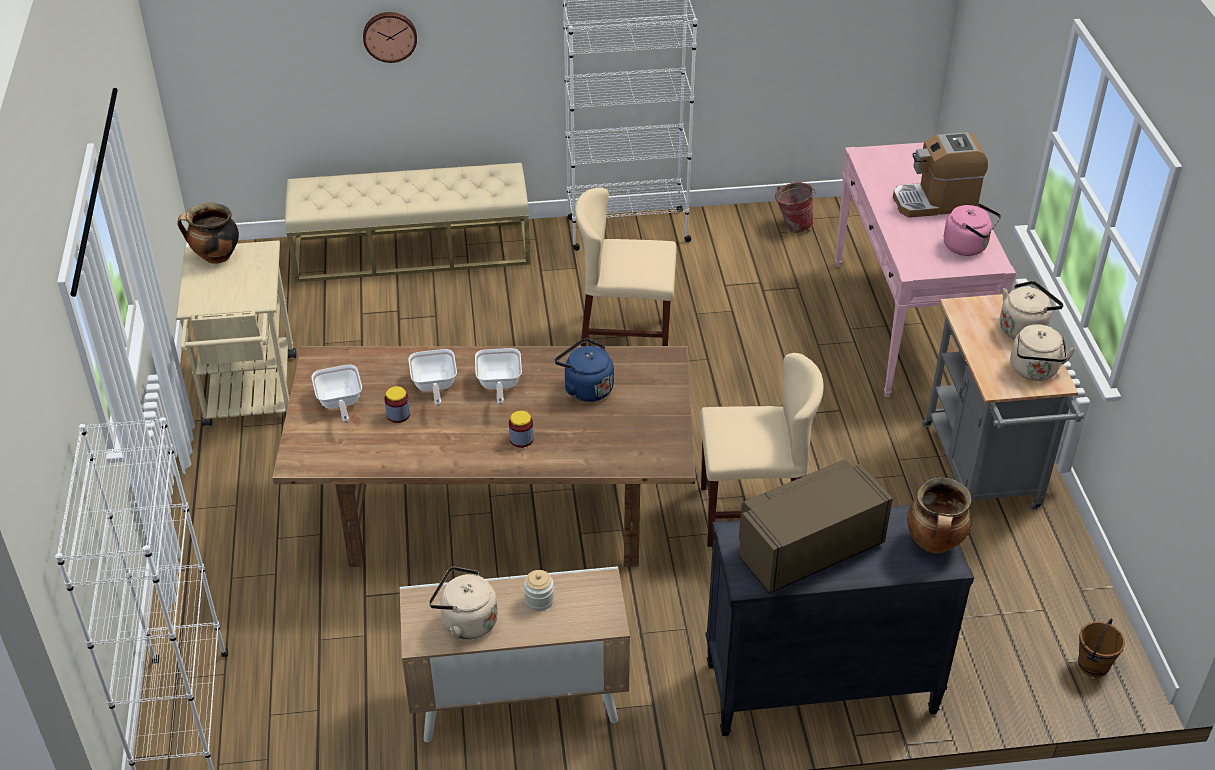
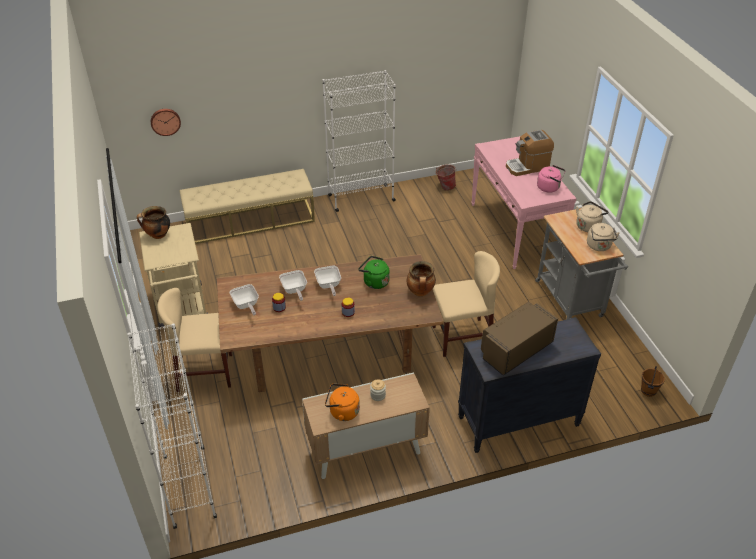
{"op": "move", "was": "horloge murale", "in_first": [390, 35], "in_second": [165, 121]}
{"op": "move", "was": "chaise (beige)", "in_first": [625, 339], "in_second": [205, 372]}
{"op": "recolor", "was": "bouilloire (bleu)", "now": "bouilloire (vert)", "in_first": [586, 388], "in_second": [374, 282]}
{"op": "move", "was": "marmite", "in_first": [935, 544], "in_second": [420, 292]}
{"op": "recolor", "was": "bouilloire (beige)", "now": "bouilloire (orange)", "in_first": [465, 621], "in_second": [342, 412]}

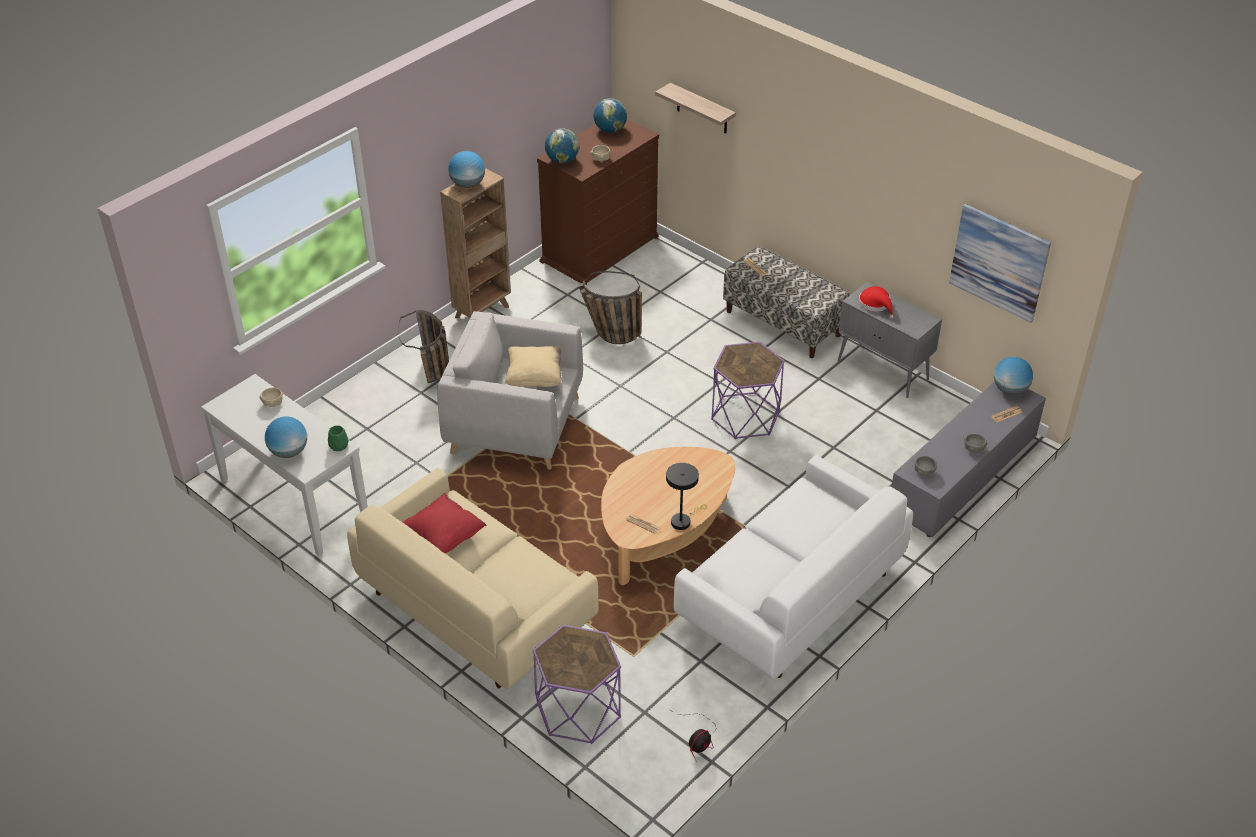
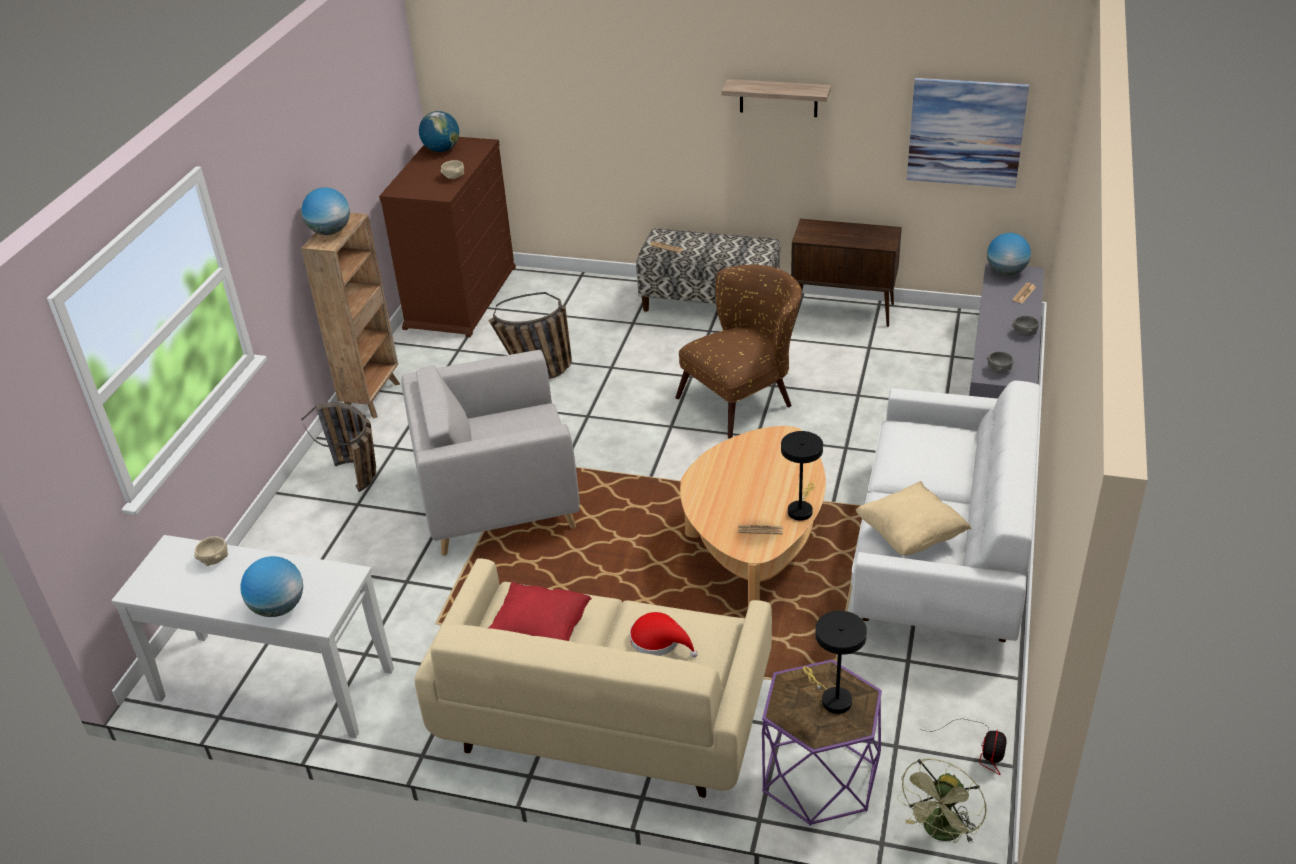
{"op": "move", "was": "étagère", "in_first": [702, 109], "in_second": [778, 98]}
{"op": "delete", "was": "globe", "in_first": [562, 161]}
{"op": "recolor", "was": "meuble de rangement (gris)", "now": "meuble de rangement (marron)", "in_first": [883, 370], "in_second": [844, 311]}
{"op": "move", "was": "chapeau (rouge)", "in_first": [876, 304], "in_second": [659, 640]}
{"op": "replace", "was": "table d'appoint (violet)", "now": "fauteuil (marron)", "in_first": [745, 416], "in_second": [744, 398]}
{"op": "move", "was": "coussin (beige)", "in_first": [534, 378], "in_second": [910, 536]}
{"op": "delete", "was": "vase (vert)", "in_first": [338, 446]}
{"op": "insert", "now": "lampe de table (noir)", "in_second": [832, 698]}
{"op": "insert", "now": "ventilateur (vert)", "in_second": [940, 833]}

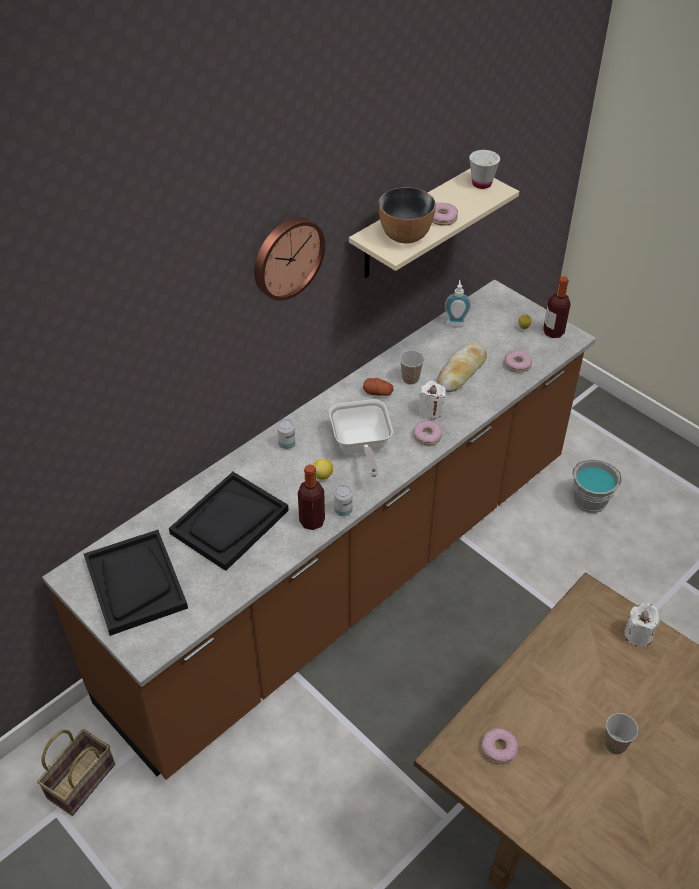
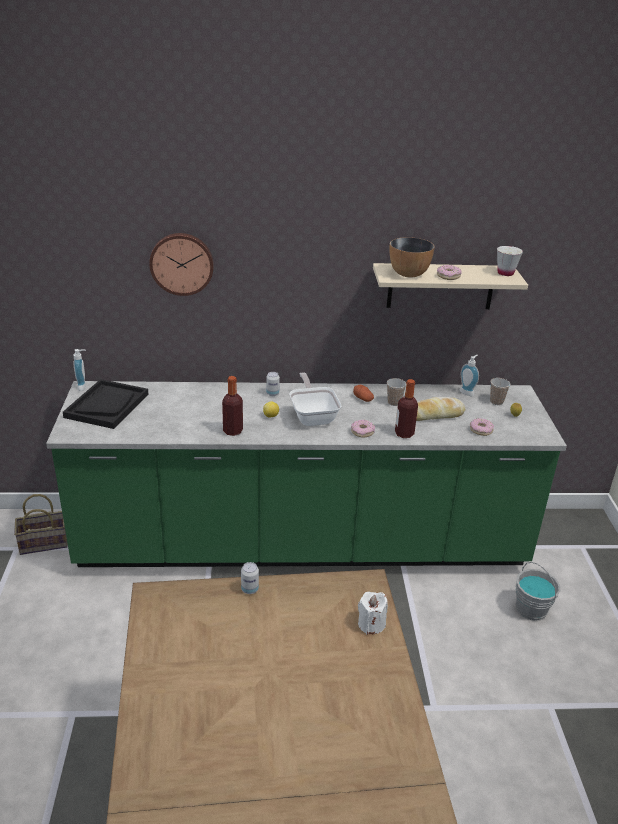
{"op": "move", "was": "horloge murale", "in_first": [286, 257], "in_second": [182, 263]}
{"op": "move", "was": "bouteille", "in_first": [553, 332], "in_second": [404, 434]}
{"op": "recolor", "was": "comptoir de cuisine (marron)", "now": "comptoir de cuisine (vert)", "in_first": [349, 576], "in_second": [303, 545]}
{"op": "delete", "was": "bougie (blanc)", "in_first": [431, 411]}
{"op": "rotate", "was": "poêle", "in_first": [361, 447], "in_second": [313, 416], "clockwise": 135}
{"op": "delete", "was": "plateau (noir)", "in_first": [229, 522]}
{"op": "move", "was": "boîte métallique", "in_first": [343, 510], "in_second": [250, 589]}
{"op": "move", "was": "tasse", "in_first": [615, 744], "in_second": [496, 402]}
{"op": "delete", "was": "beignet", "in_first": [499, 749]}
{"op": "insert", "now": "distributeur de savon", "in_second": [83, 387]}

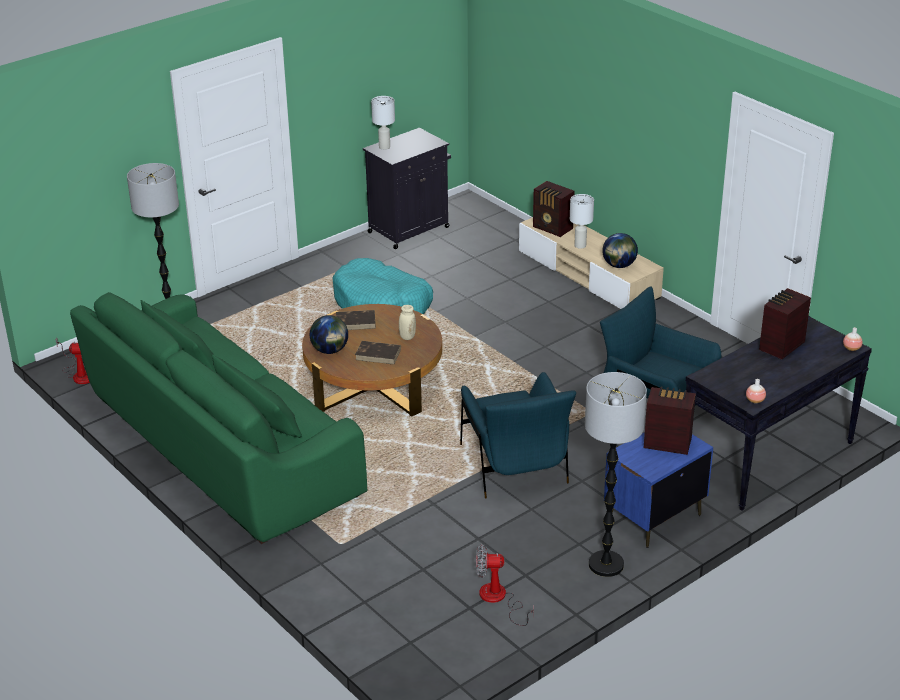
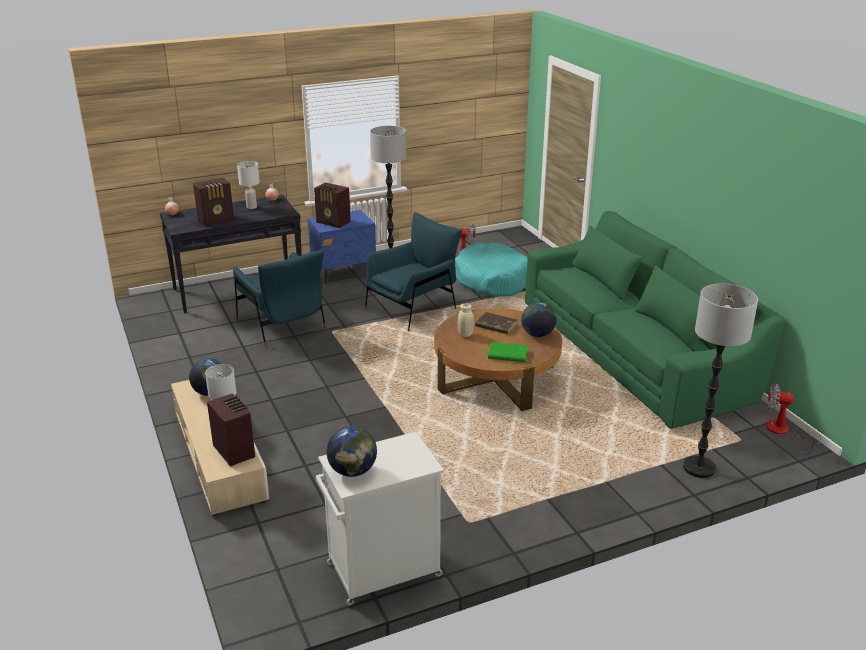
{"op": "move", "was": "lampe de table (blanc)", "in_first": [384, 147], "in_second": [251, 207]}
{"op": "recolor", "was": "meuble de rangement (noir)", "now": "meuble de rangement (blanc)", "in_first": [410, 229], "in_second": [381, 570]}
{"op": "move", "was": "panier pour chien (turquoise)", "in_first": [382, 304], "in_second": [492, 280]}
{"op": "recolor", "was": "livre (marron)", "now": "livre (vert)", "in_first": [356, 322], "in_second": [507, 354]}
{"op": "rotate", "was": "fauteuil (bleu)", "in_first": [514, 466], "in_second": [413, 308], "clockwise": 45}
{"op": "insert", "now": "globe", "in_second": [353, 471]}

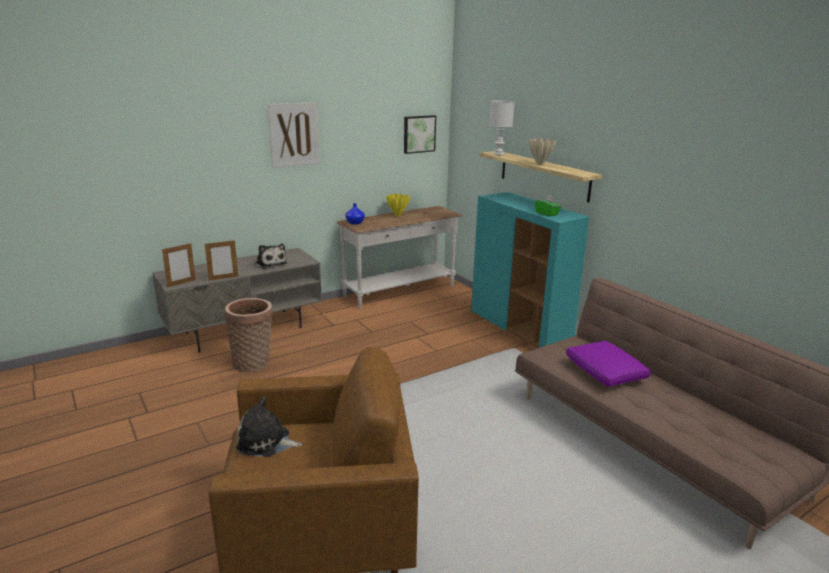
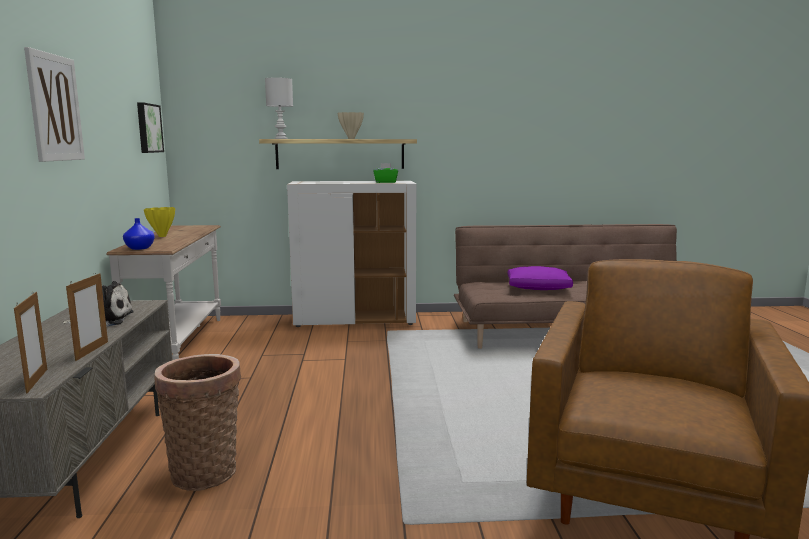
{"op": "recolor", "was": "meuble de rangement (turquoise)", "now": "meuble de rangement (blanc)", "in_first": [520, 328], "in_second": [355, 320]}
{"op": "delete", "was": "peluche", "in_first": [266, 442]}

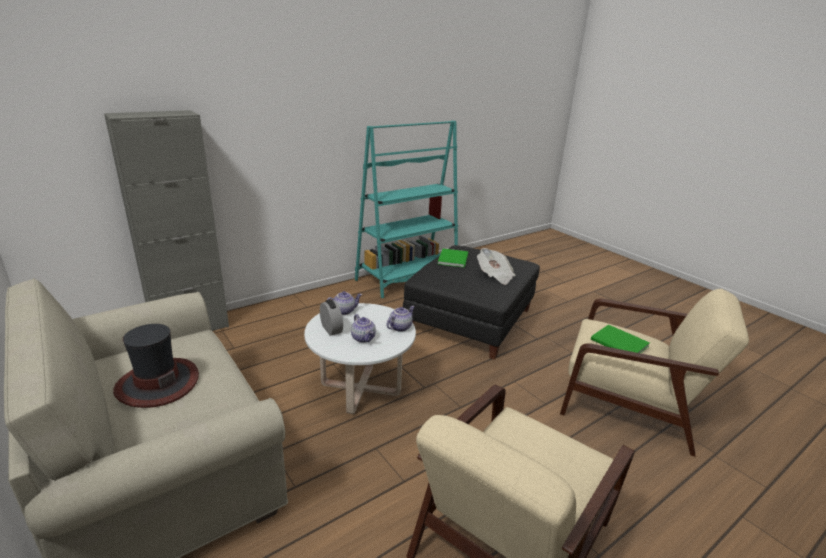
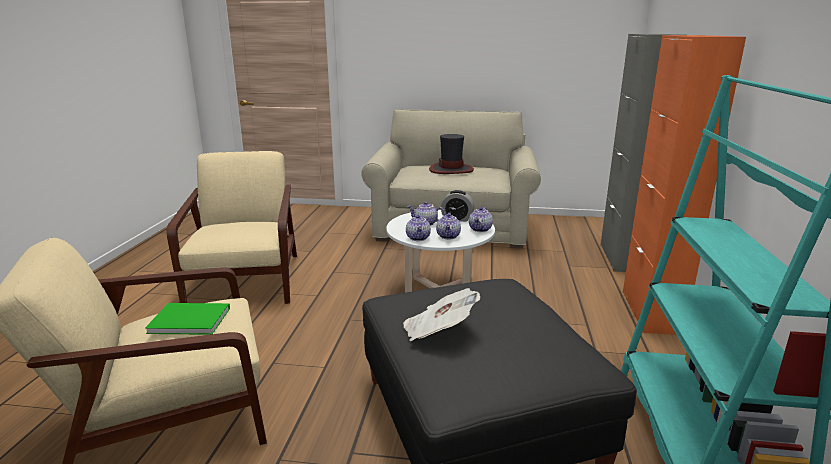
{"op": "delete", "was": "livre (vert)", "in_first": [454, 259]}
{"op": "insert", "now": "meuble de rangement (orange)", "in_second": [651, 312]}
{"op": "insert", "now": "théière", "in_second": [449, 236]}

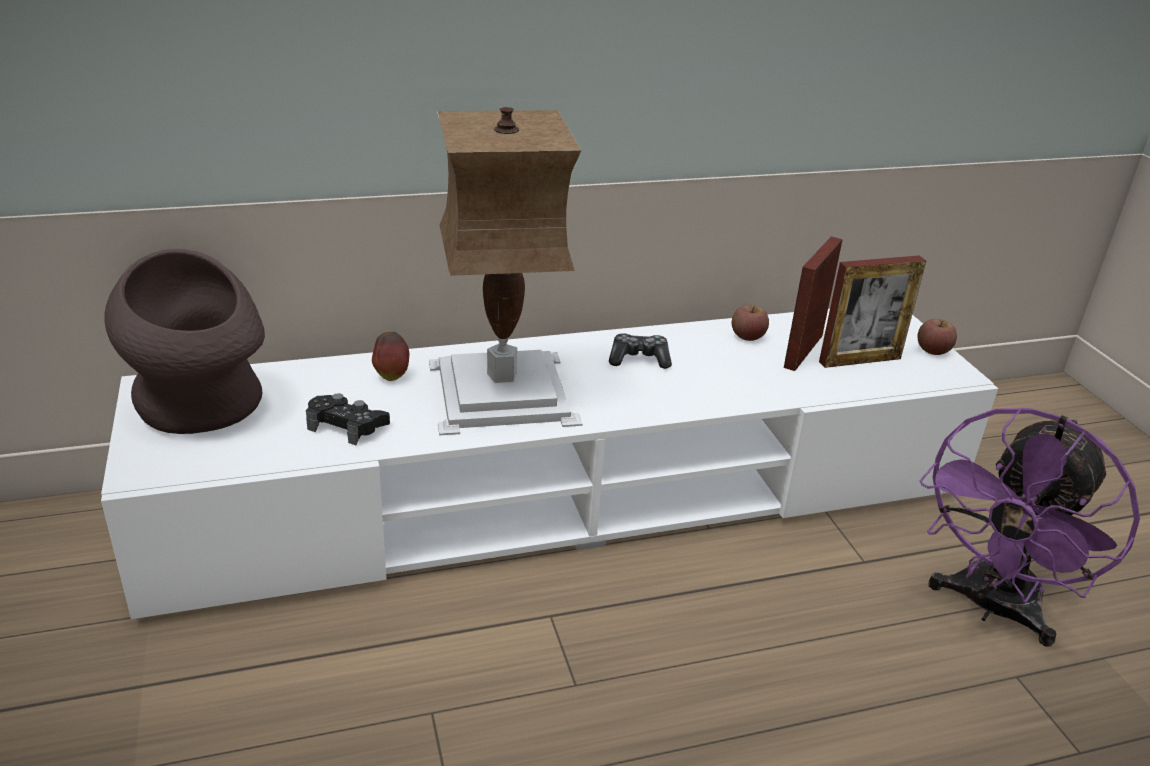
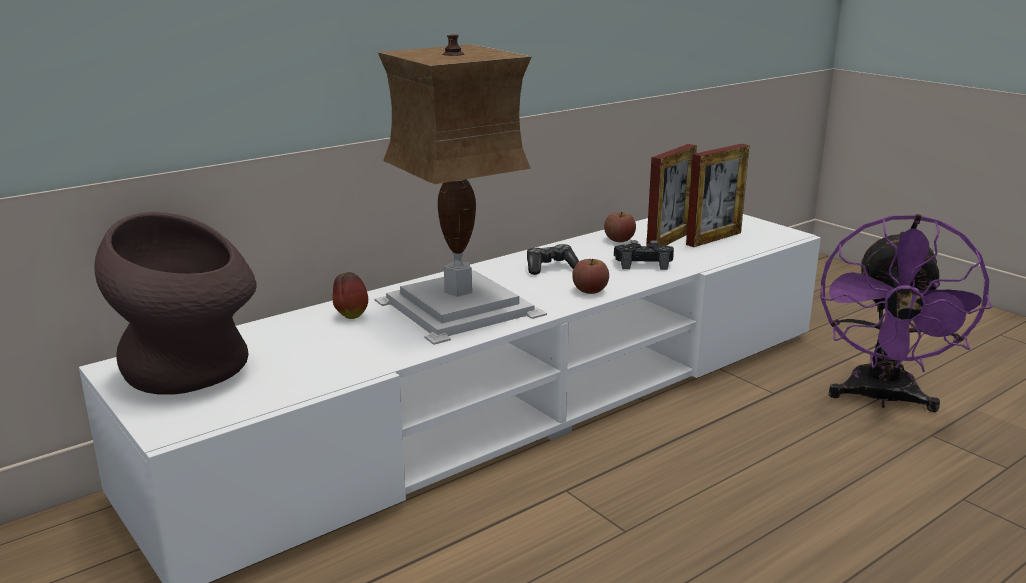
{"op": "rotate", "was": "cadre photo", "in_first": [803, 351], "in_second": [668, 240], "clockwise": -150}
{"op": "move", "was": "pomme", "in_first": [933, 350], "in_second": [590, 290]}
{"op": "move", "was": "manette (noir)", "in_first": [347, 425], "in_second": [643, 263]}

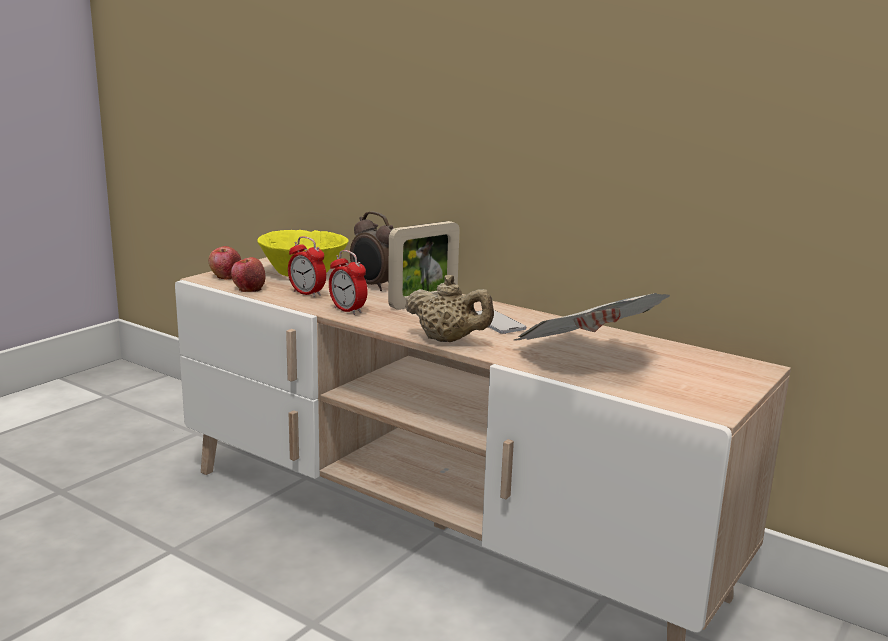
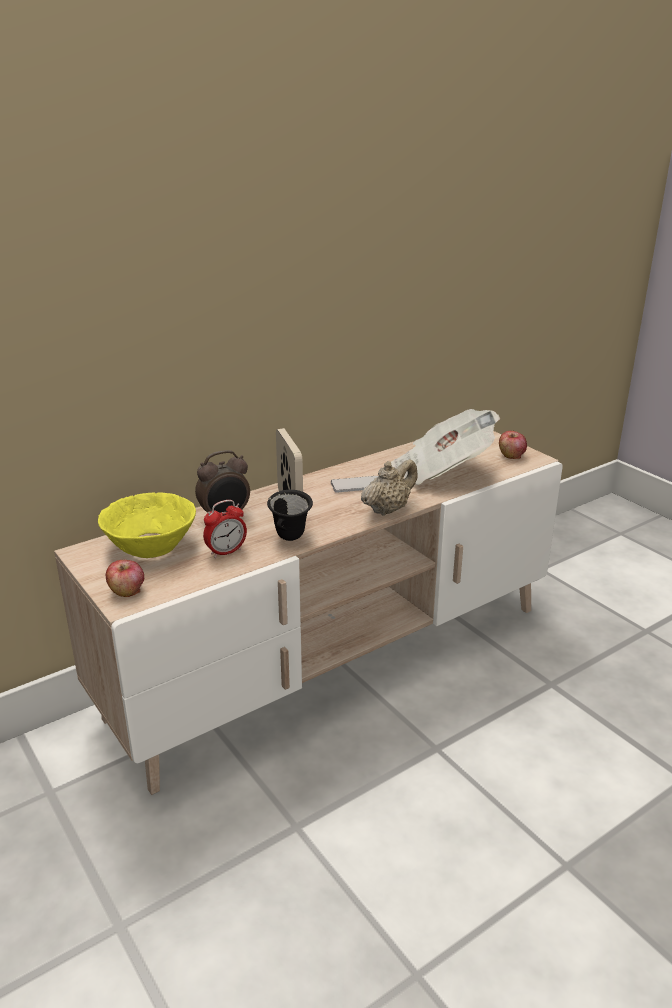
{"op": "replace", "was": "réveil", "now": "mug (noir)", "in_first": [348, 310], "in_second": [291, 539]}
{"op": "move", "was": "pomme", "in_first": [248, 288], "in_second": [511, 455]}

